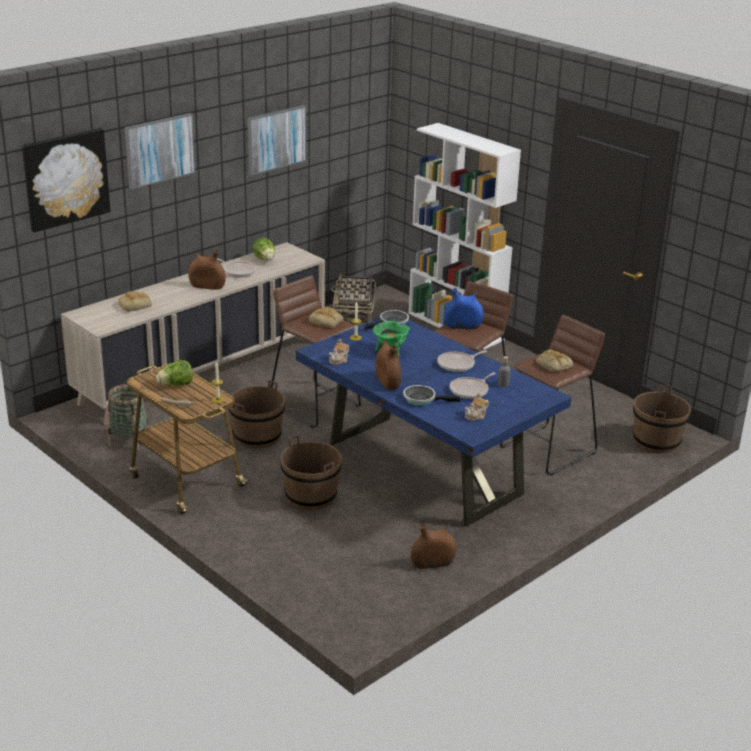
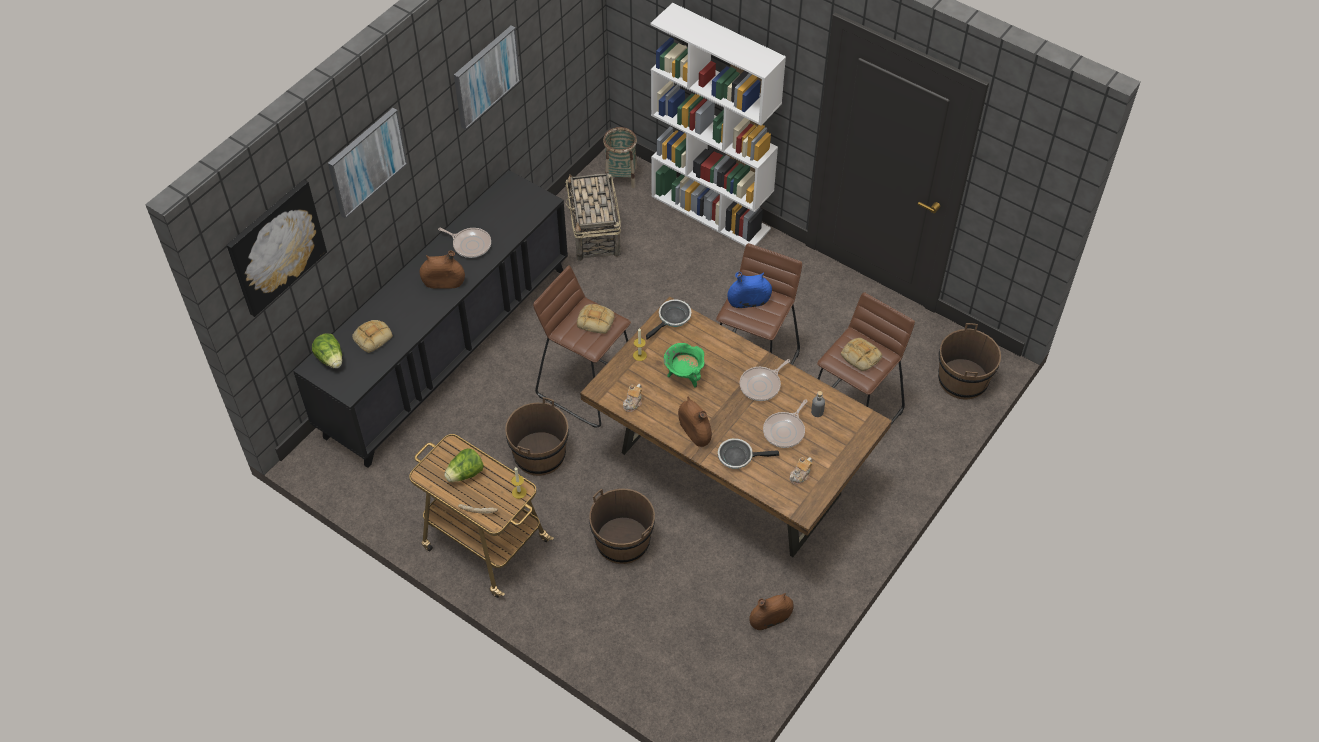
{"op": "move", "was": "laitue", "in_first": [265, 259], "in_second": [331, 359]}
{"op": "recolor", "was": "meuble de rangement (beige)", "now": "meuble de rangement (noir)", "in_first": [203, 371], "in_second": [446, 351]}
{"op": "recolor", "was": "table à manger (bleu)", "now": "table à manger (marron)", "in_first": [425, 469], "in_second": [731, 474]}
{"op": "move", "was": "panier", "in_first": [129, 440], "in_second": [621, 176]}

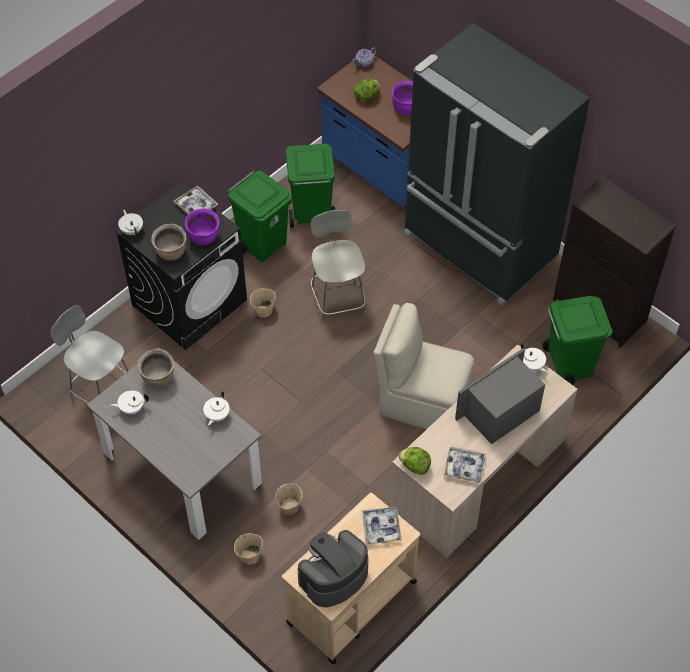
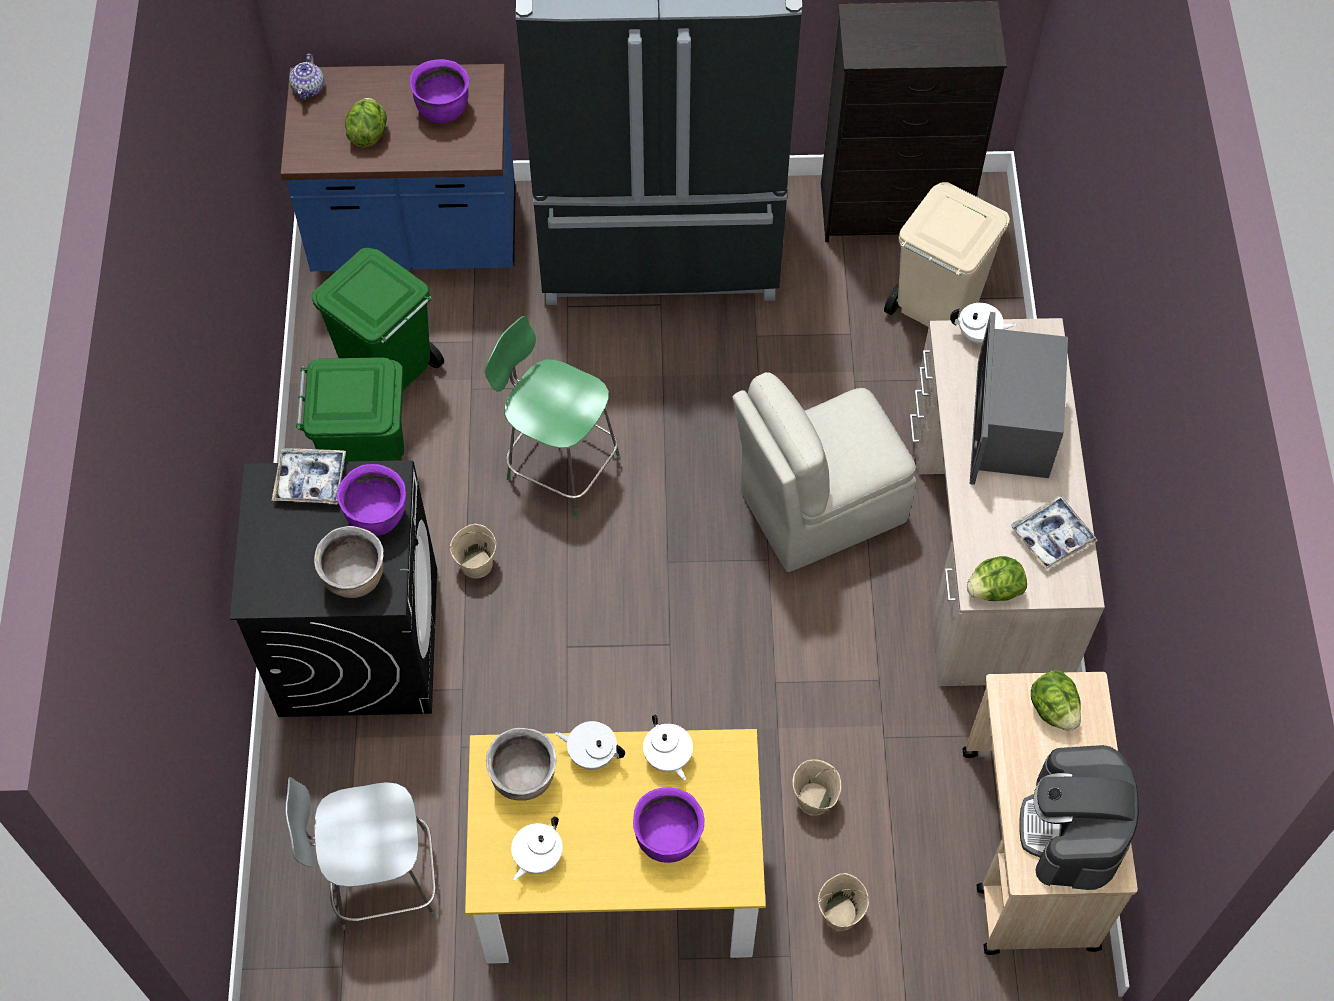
{"op": "move", "was": "théière (blanc)", "in_first": [132, 230], "in_second": [592, 753]}
{"op": "recolor", "was": "chaise (gris)", "now": "chaise (vert)", "in_first": [338, 299], "in_second": [559, 464]}
{"op": "recolor", "was": "poubelle (vert)", "now": "poubelle (beige)", "in_first": [568, 365], "in_second": [935, 311]}
{"op": "recolor", "was": "table à manger (gris)", "now": "table à manger (jaune)", "in_first": [182, 469], "in_second": [618, 881]}
{"op": "replace", "was": "plateau", "now": "laitue", "in_first": [381, 528], "in_second": [1053, 709]}
{"op": "insert", "now": "marmite (violet)", "in_second": [667, 838]}

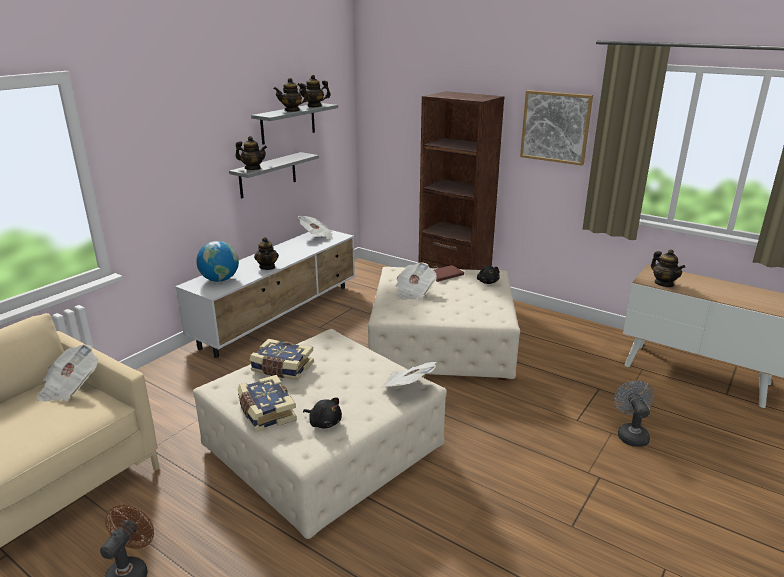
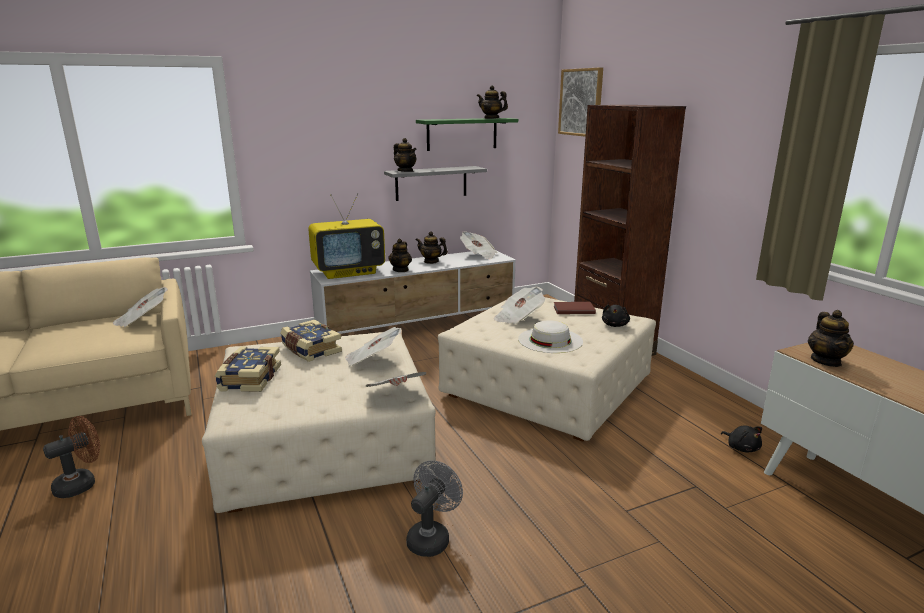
{"op": "move", "was": "théière", "in_first": [292, 110], "in_second": [431, 261]}
{"op": "move", "was": "tableau", "in_first": [555, 127], "in_second": [581, 102]}
{"op": "recolor", "was": "étagère (gris)", "now": "étagère (vert)", "in_first": [288, 123], "in_second": [462, 134]}
{"op": "replace", "was": "globe", "now": "téléviseur", "in_first": [220, 279], "in_second": [349, 272]}
{"op": "move", "was": "ventilateur (gris)", "in_first": [630, 434], "in_second": [431, 537]}
{"op": "move", "was": "peluche (noir)", "in_first": [324, 422], "in_second": [741, 448]}
{"op": "insert", "now": "chapeau (blanc)", "in_second": [550, 340]}
{"op": "insert", "now": "journal", "in_second": [372, 360]}

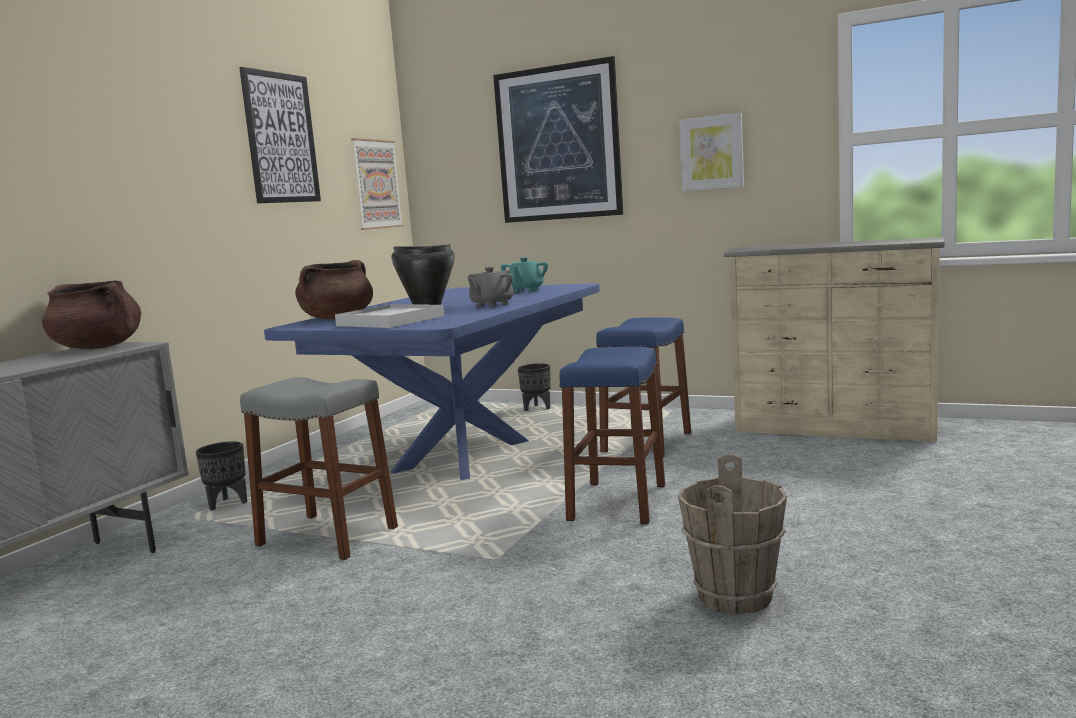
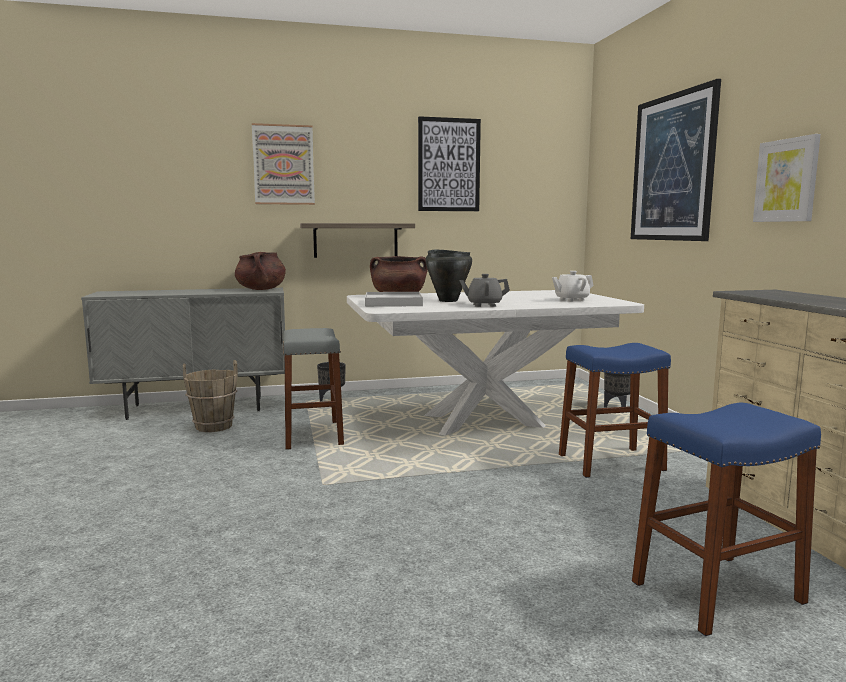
{"op": "move", "was": "tableau", "in_first": [376, 184], "in_second": [283, 165]}
{"op": "recolor", "was": "théière (turquoise)", "now": "théière (blanc)", "in_first": [525, 290], "in_second": [571, 300]}
{"op": "recolor", "was": "table à manger (bleu)", "now": "table à manger (blanc)", "in_first": [464, 456], "in_second": [484, 421]}
{"op": "move", "was": "tabouret (bleu)", "in_first": [618, 502], "in_second": [717, 592]}
{"op": "move", "was": "seau (marron)", "in_first": [736, 597], "in_second": [214, 427]}
{"op": "insert", "now": "étagère", "in_second": [356, 240]}

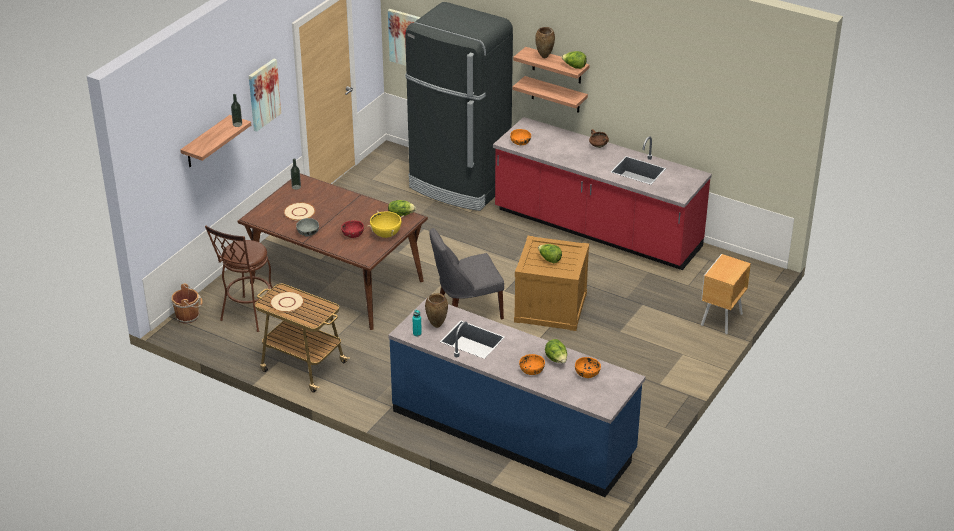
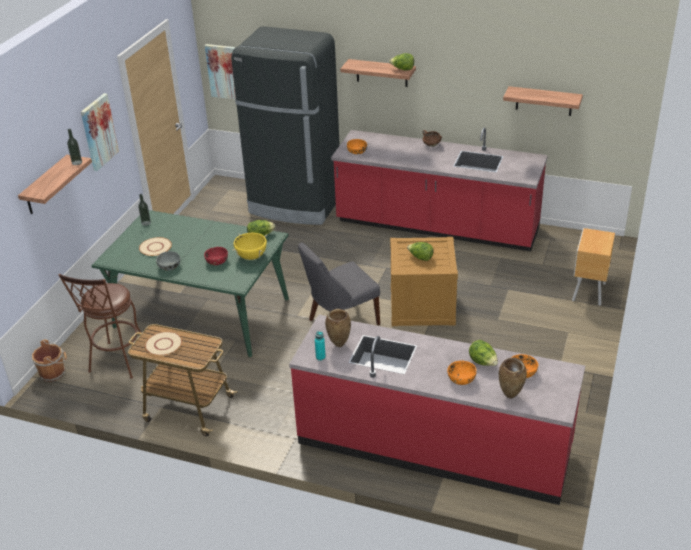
{"op": "move", "was": "vase (marron)", "in_first": [544, 57], "in_second": [511, 396]}
{"op": "move", "was": "étagère", "in_first": [555, 95], "in_second": [544, 101]}
{"op": "recolor", "was": "table à manger (marron)", "now": "table à manger (vert)", "in_first": [337, 282], "in_second": [202, 313]}
{"op": "recolor", "was": "comptoir de cuisine (bleu)", "now": "comptoir de cuisine (rouge)", "in_first": [513, 432], "in_second": [433, 445]}

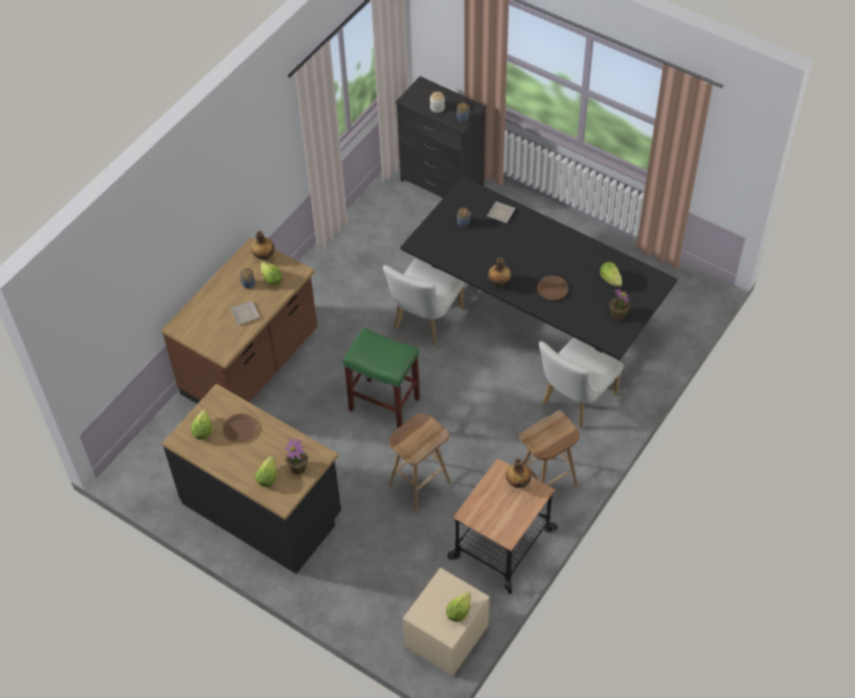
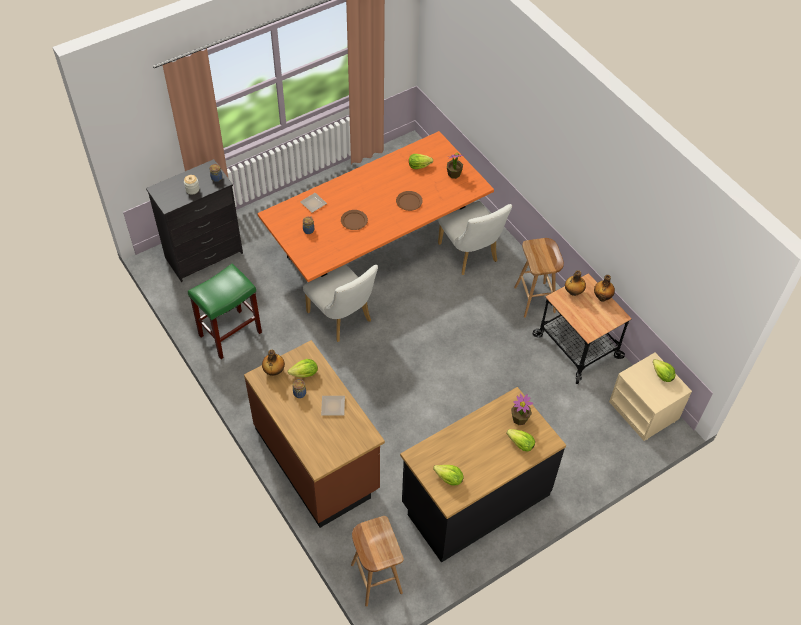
{"op": "recolor", "was": "table à manger (noir)", "now": "table à manger (orange)", "in_first": [533, 315], "in_second": [377, 249]}
{"op": "move", "was": "bouteille", "in_first": [499, 283], "in_second": [602, 297]}
{"op": "move", "was": "tabouret (vert)", "in_first": [383, 404], "in_second": [230, 334]}
{"op": "move", "was": "assiette (marron)", "in_first": [240, 429], "in_second": [354, 220]}
{"op": "move", "was": "tabouret (marron)", "in_first": [419, 483], "in_second": [375, 578]}

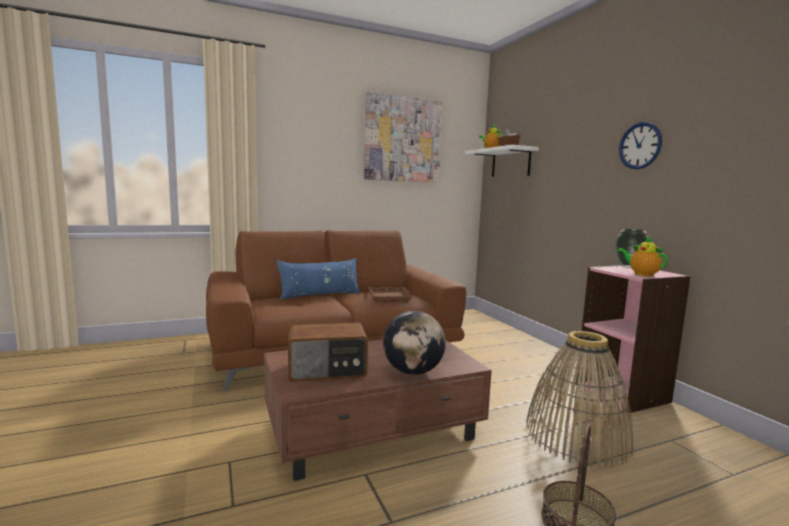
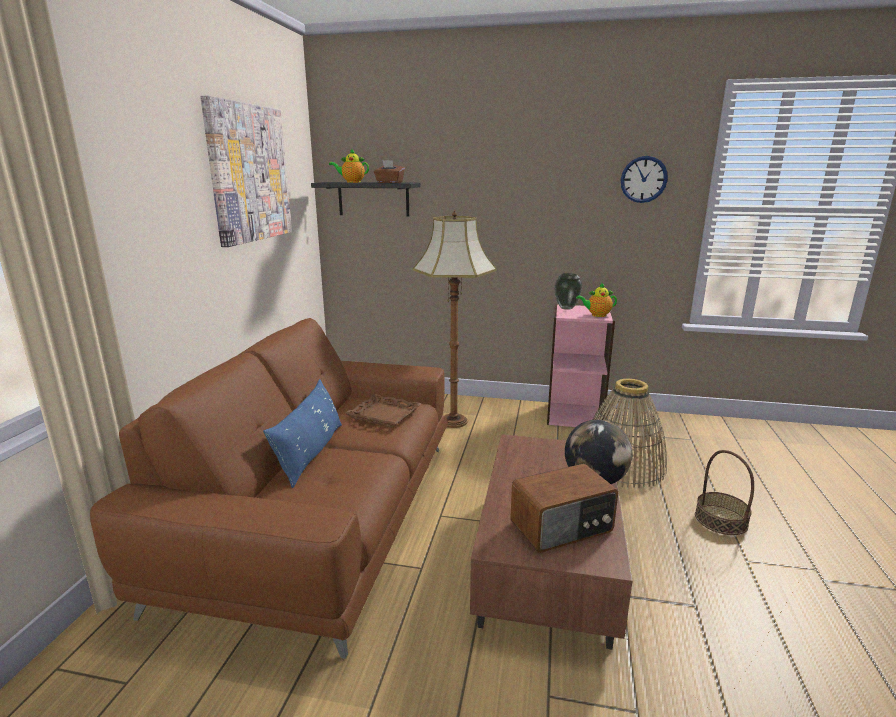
{"op": "move", "was": "horloge murale", "in_first": [640, 146], "in_second": [643, 179]}
{"op": "recolor", "was": "étagère (blanc)", "now": "étagère (noir)", "in_first": [510, 163], "in_second": [373, 199]}
{"op": "rotate", "was": "radio", "in_first": [327, 371], "in_second": [562, 527], "clockwise": 45}
{"op": "insert", "now": "lampadaire", "in_second": [454, 421]}

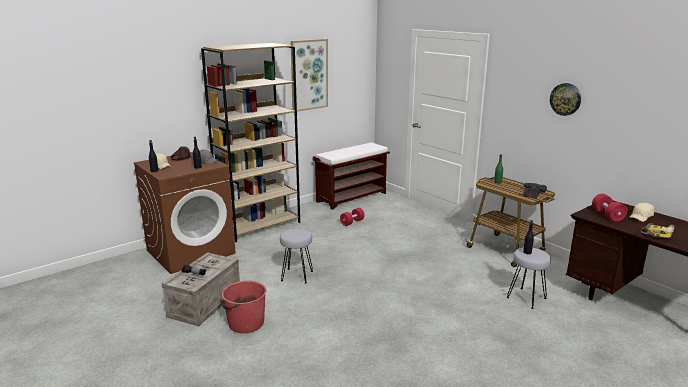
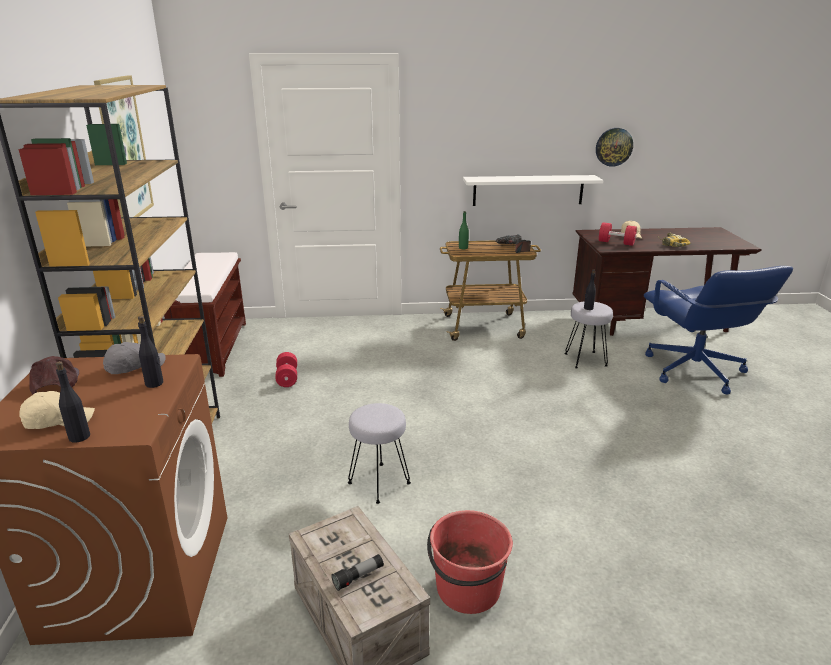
{"op": "move", "was": "horloge murale", "in_first": [565, 99], "in_second": [613, 147]}
{"op": "insert", "now": "étagère (blanc)", "in_second": [528, 190]}
{"op": "insert", "now": "chaise de bureau (bleu)", "in_second": [694, 371]}

